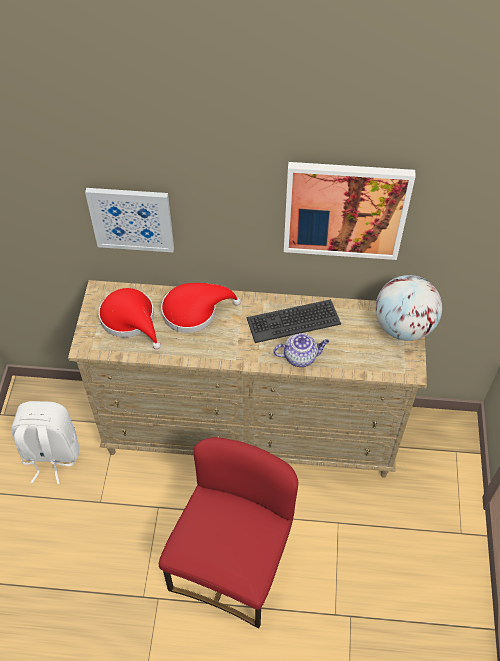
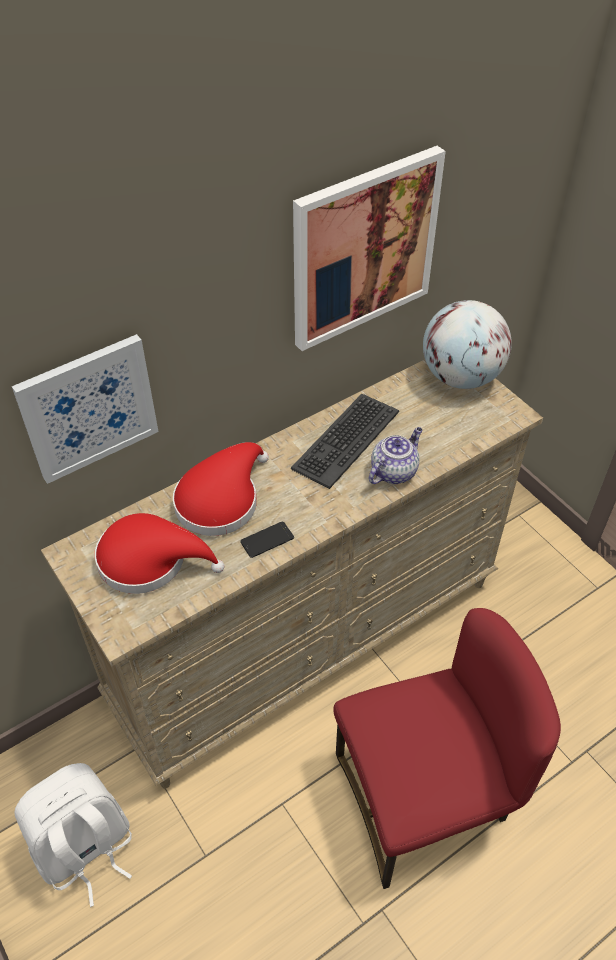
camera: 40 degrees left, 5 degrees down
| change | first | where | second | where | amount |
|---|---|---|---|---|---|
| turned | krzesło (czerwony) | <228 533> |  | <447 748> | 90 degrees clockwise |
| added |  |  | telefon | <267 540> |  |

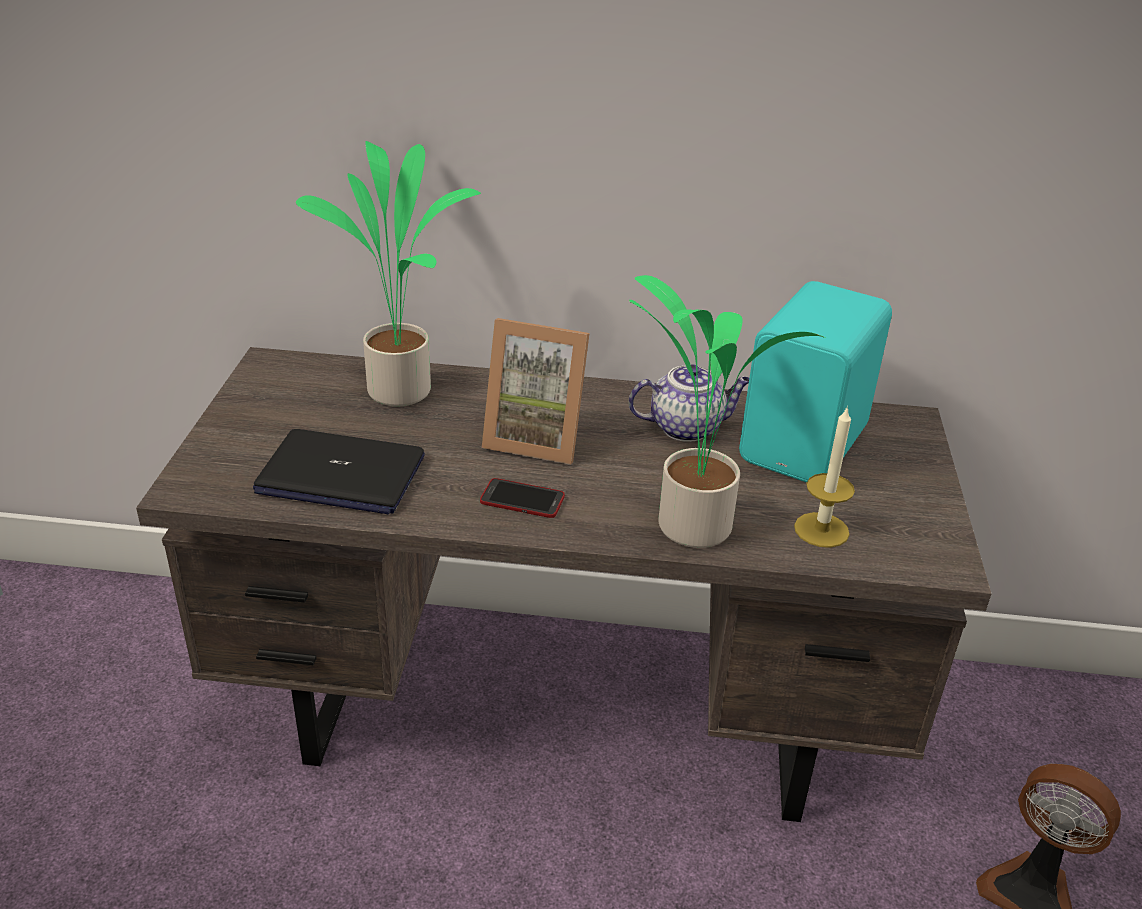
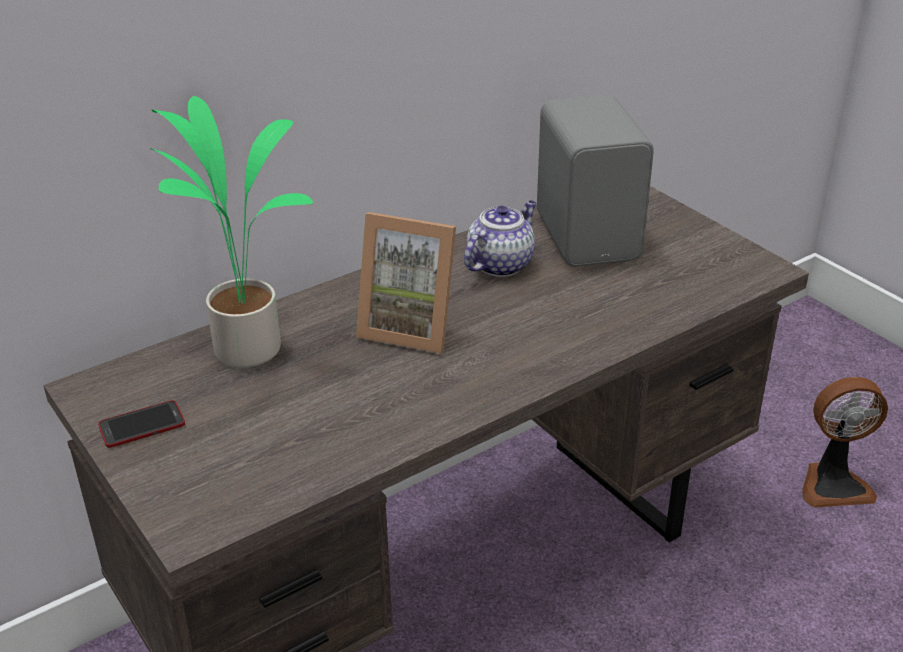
camera: 40 degrees left, 0 degrees up
| change | first | where | second | where | amount |
|---|---|---|---|---|---|
| removed | laptop | <339 472> |  |  |  |
| moved | telefon | <522 498> |  | <141 424> |  |
| turned | ramka na zdjęcie | <535 391> |  | <406 283> | 45 degrees clockwise |
| removed | roślina doniczkowa | <727 411> |  |  |  |
| recoloured | głośnik (turkusowy) | <815 382> | głośnik (szary) | <595 181> |  |
| removed | świeca | <824 477> |  |  |  |

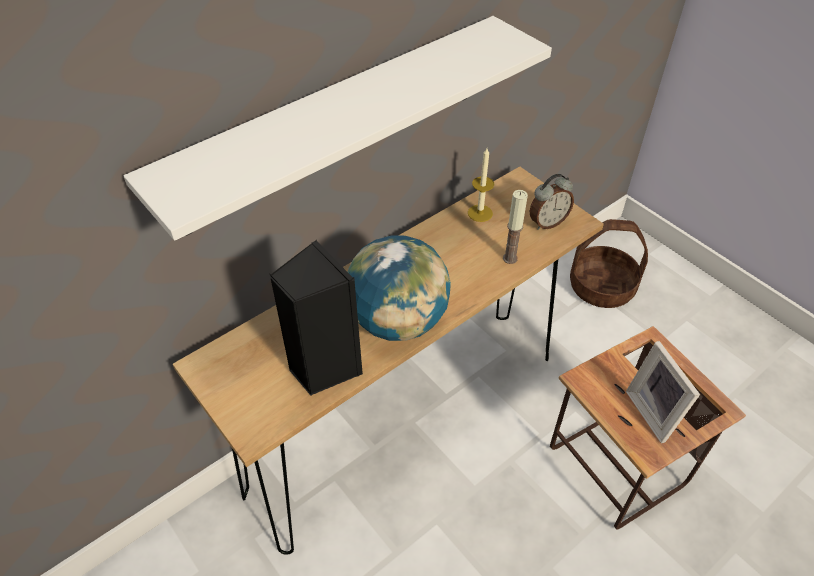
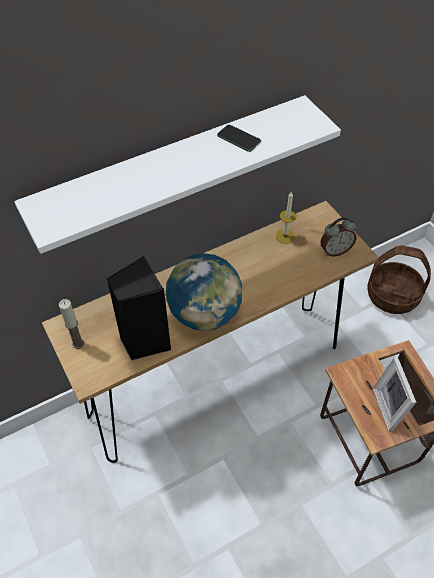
camera: 10 degrees right, 5 degrees up
| change | first | where | second | where | amount |
|---|---|---|---|---|---|
| moved | świeca | <515 227> |  | <71 324> |  |
| added |  |  | telefon | <239 138> |  |

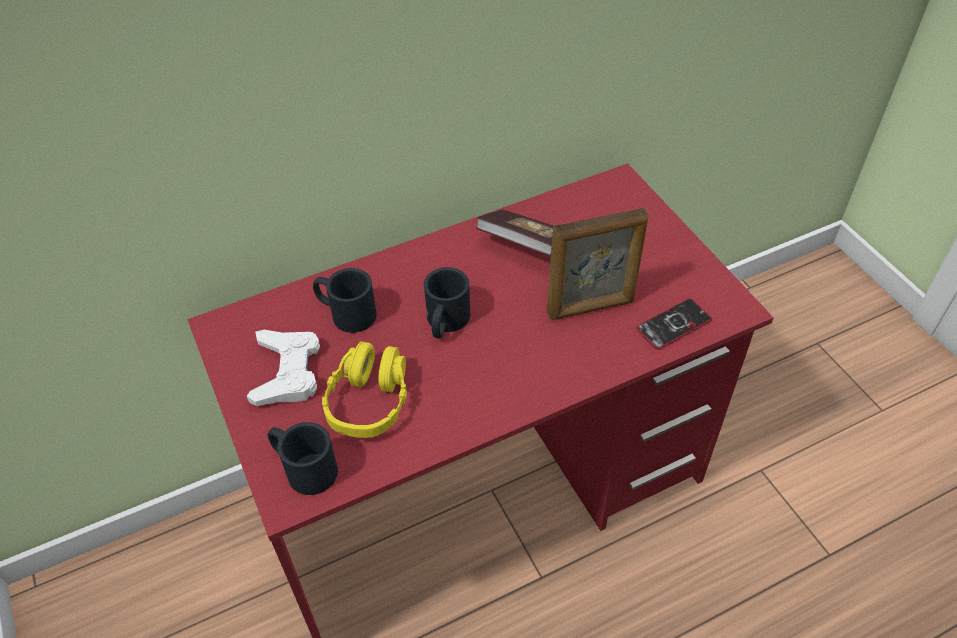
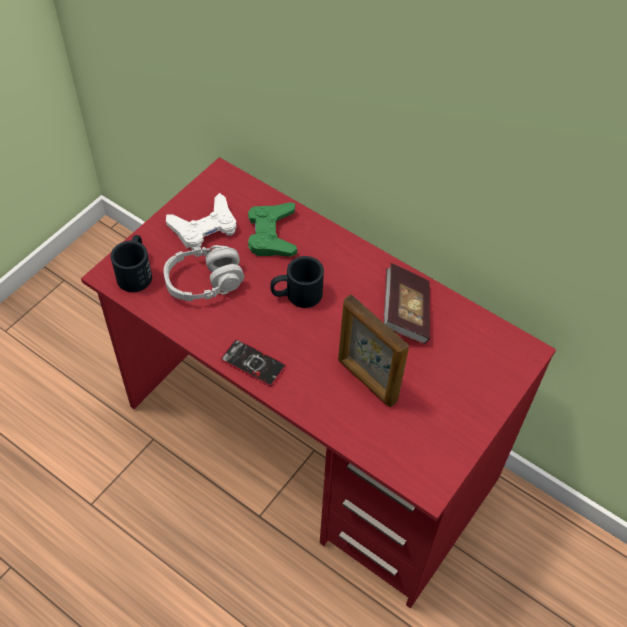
camera: 60 degrees right, 5 degrees up
| change | first | where | second | where | amount |
|---|---|---|---|---|---|
| replaced | kubek (czarny) | <345 300> | pad do gier (zielony) | <272 229> |  |
| recoloured | słuchawki (żółty) | <364 389> | słuchawki (szary) | <204 273> |  |
| moved | telefon | <674 324> |  | <253 363> |  |

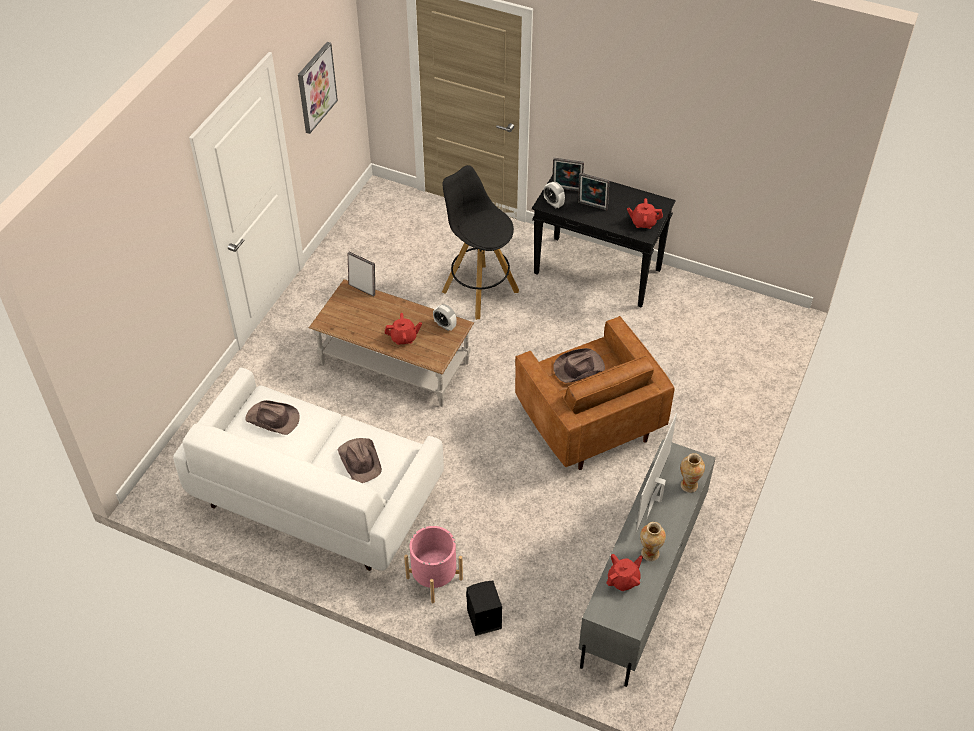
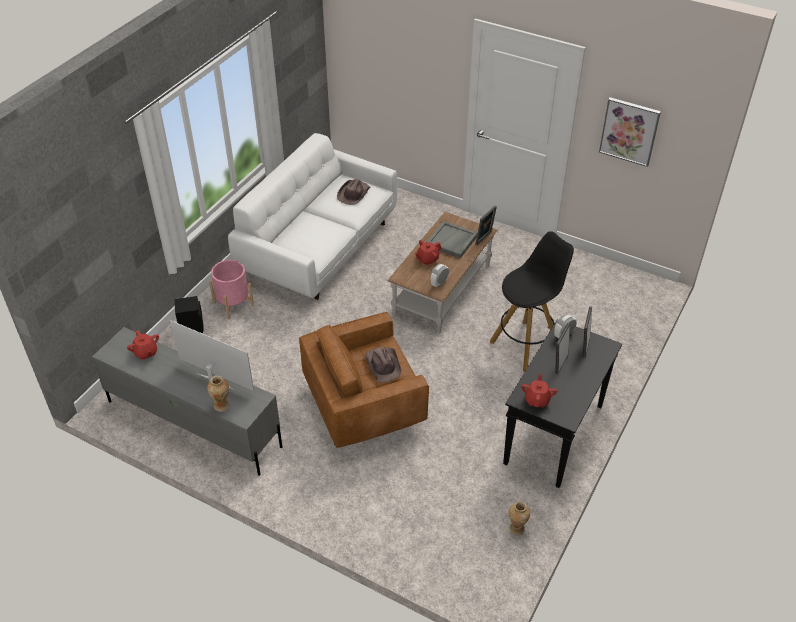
camera: 95 degrees right, 5 degrees down
| change | first | where | second | where | amount |
|---|---|---|---|---|---|
| removed | kapelusz (brązowy) | <359 460> |  |  |  |
| turned | imbryk (czerwony) | <403 329> |  | <428 252> | 60 degrees clockwise |
| moved | wazon | <653 541> |  | <519 518> |  |
| added |  |  | taca (szary) | <451 239> |  |

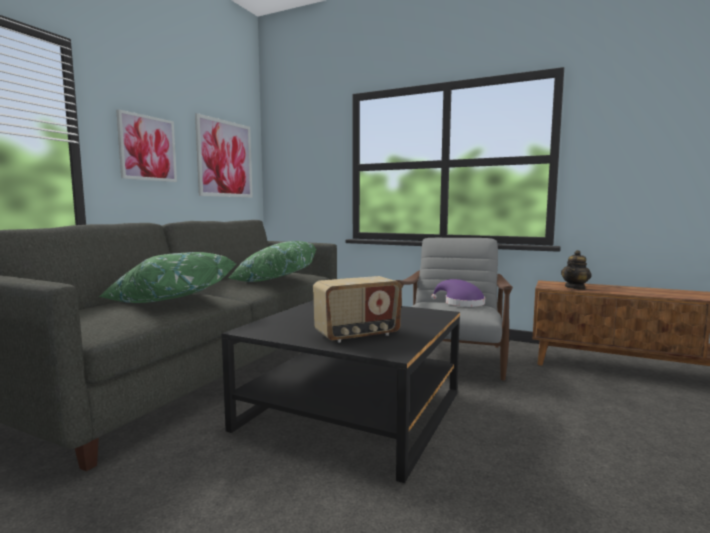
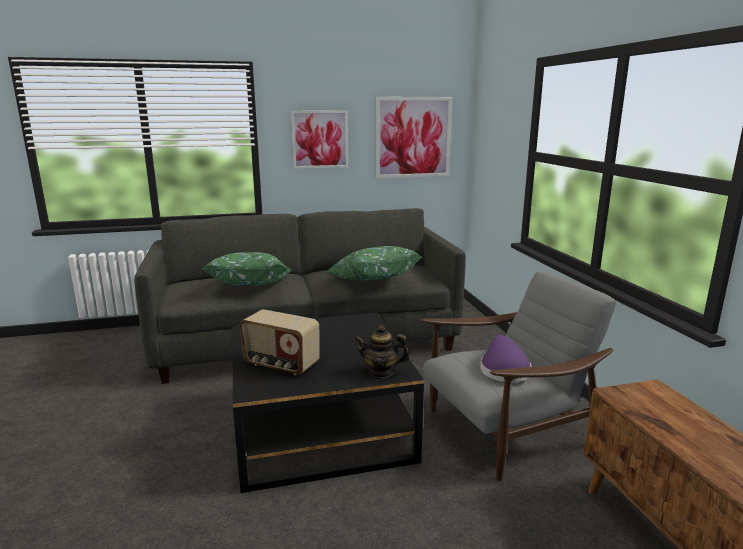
camera: 50 degrees right, 10 degrees up
| change | first | where | second | where | amount |
|---|---|---|---|---|---|
| moved | imbryk | <576 269> |  | <382 351> |  |

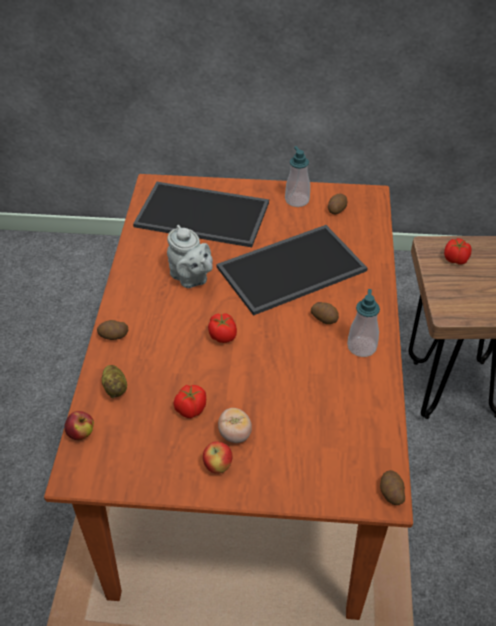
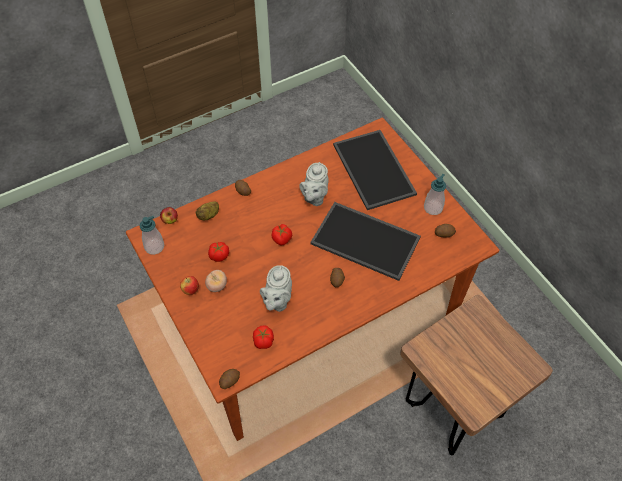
camera: 55 degrees right, 10 degrees up
| change | first | where | second | where | amount |
|---|---|---|---|---|---|
| moved | dozownik mydła | <363 323> |  | <151 235> |  |
| moved | pomidor | <458 251> |  | <263 337> |  |
| added |  |  | imbryk (szary) | <276 288> |  |

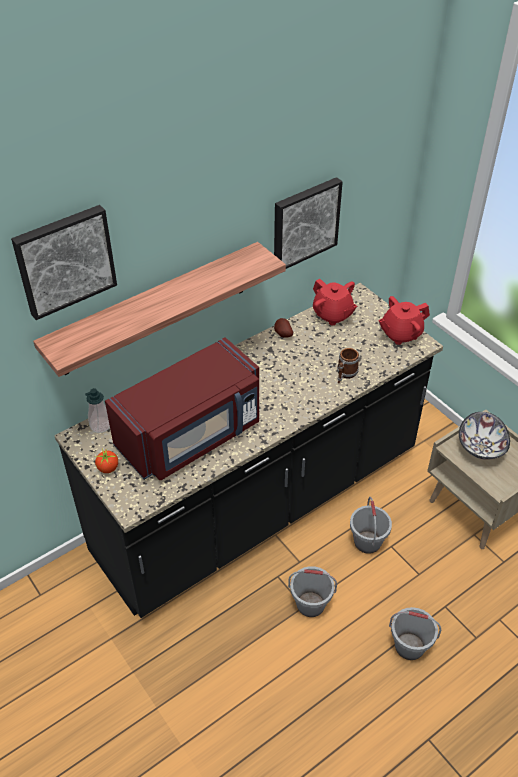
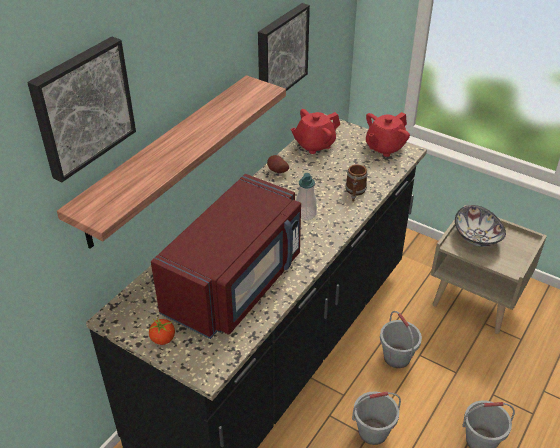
camera: 20 degrees left, 5 degrees down
| change | first | where | second | where | amount |
|---|---|---|---|---|---|
| moved | dozownik mydła | <97 410> |  | <306 196> |  |
| turned | imbryk (czerwony) | <335 302> |  | <315 131> | 120 degrees clockwise |

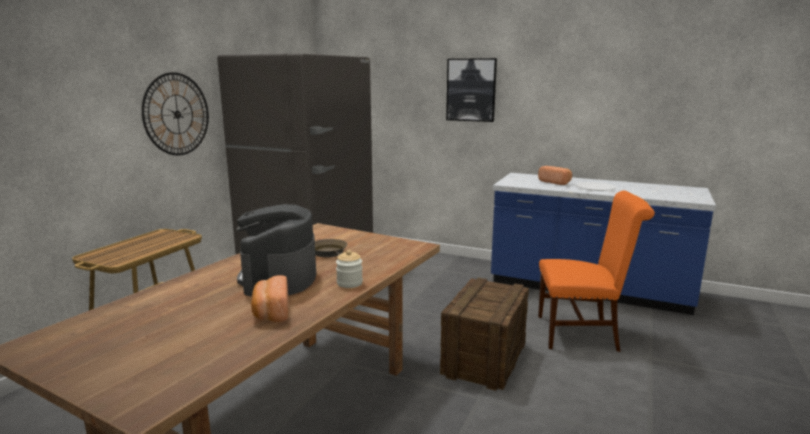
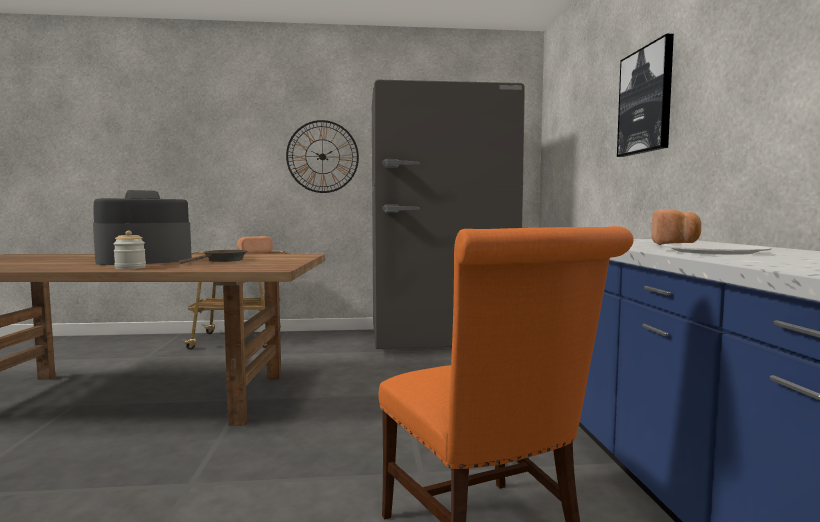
camera: 60 degrees right, 10 degrees down
| change | first | where | second | where | amount |
|---|---|---|---|---|---|
| moved | chleb | <269 298> |  | <255 245> |  |
| removed | skrzynka | <484 334> |  |  |  |

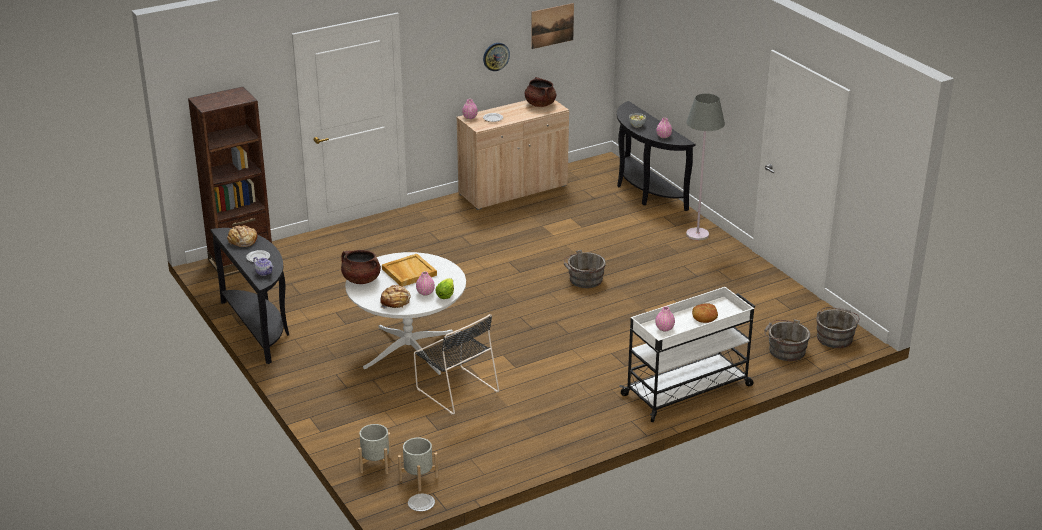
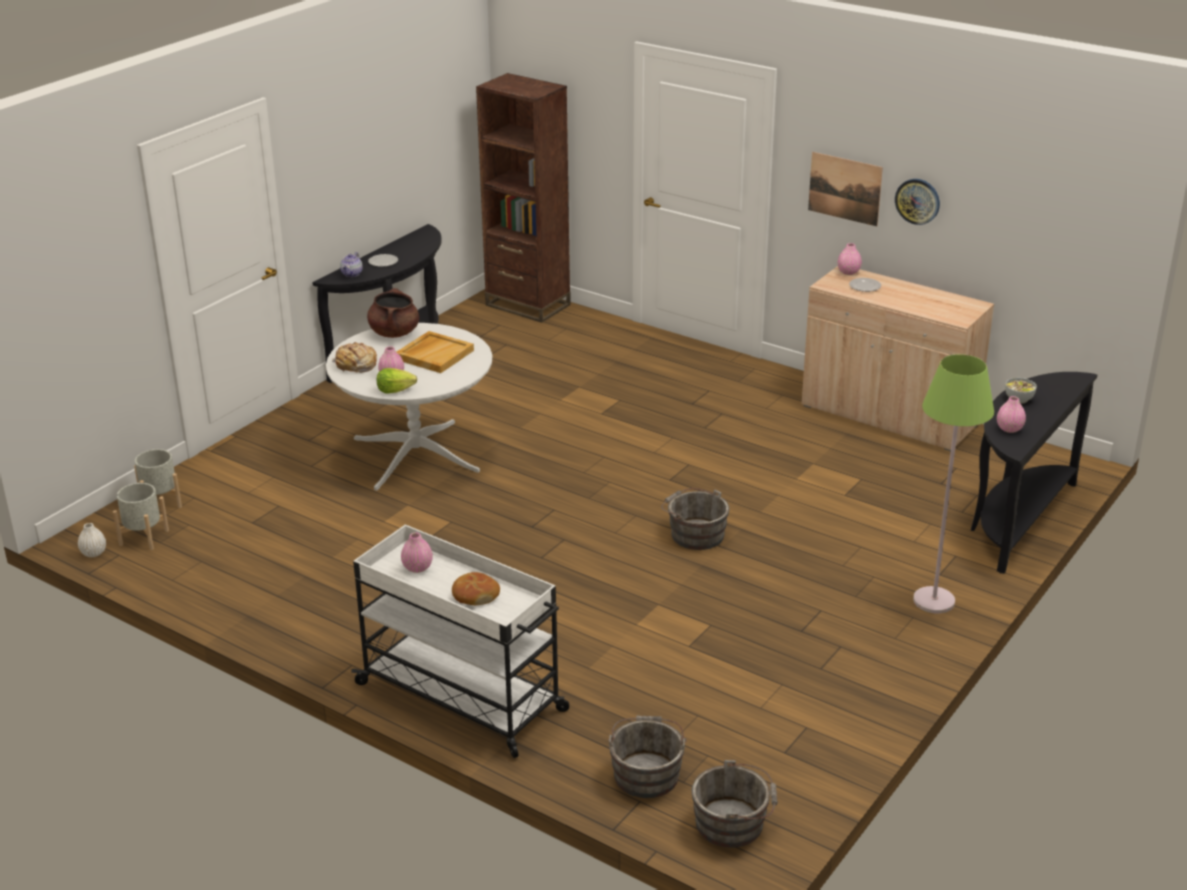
camera: 65 degrees right, 0 degrees up
| change | first | where | second | where | amount |
|---|---|---|---|---|---|
| removed | chleb | <242 236> |  |  |  |
| replaced | talerz | <421 502> | wazon (biały) | <92 540> |  |
| removed | krzesło (czarny) | <456 364> |  |  |  |
| removed | garnek (brązowy) | <540 92> |  |  |  |
| moved | obraz | <552 26> |  | <845 189> |  |
| recoloured | lampa stojąca (szary) | <705 166> | lampa stojąca (zielony) | <953 484> |  |

